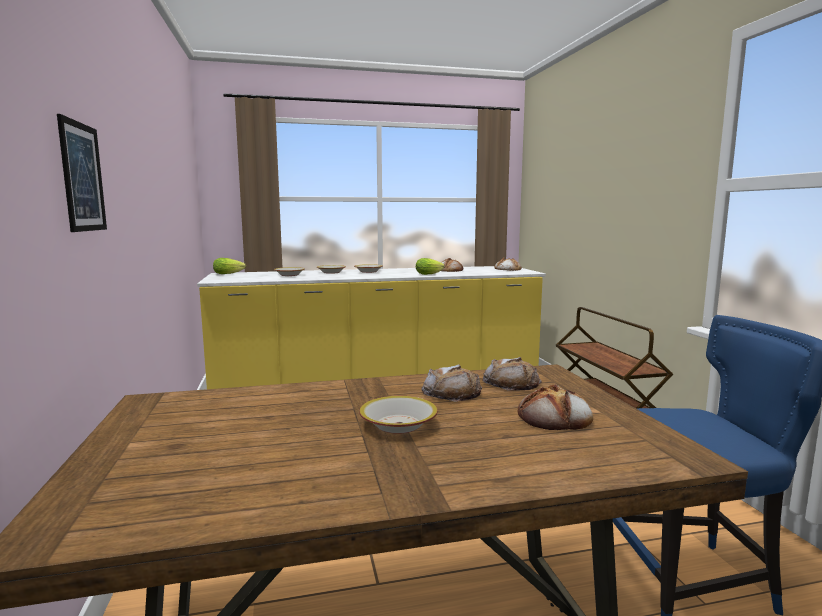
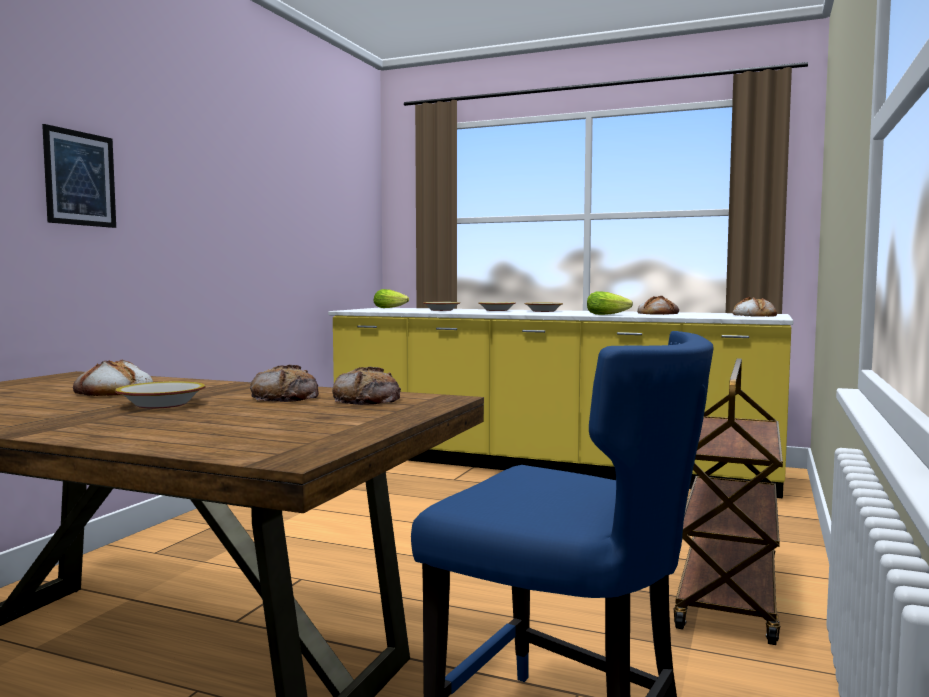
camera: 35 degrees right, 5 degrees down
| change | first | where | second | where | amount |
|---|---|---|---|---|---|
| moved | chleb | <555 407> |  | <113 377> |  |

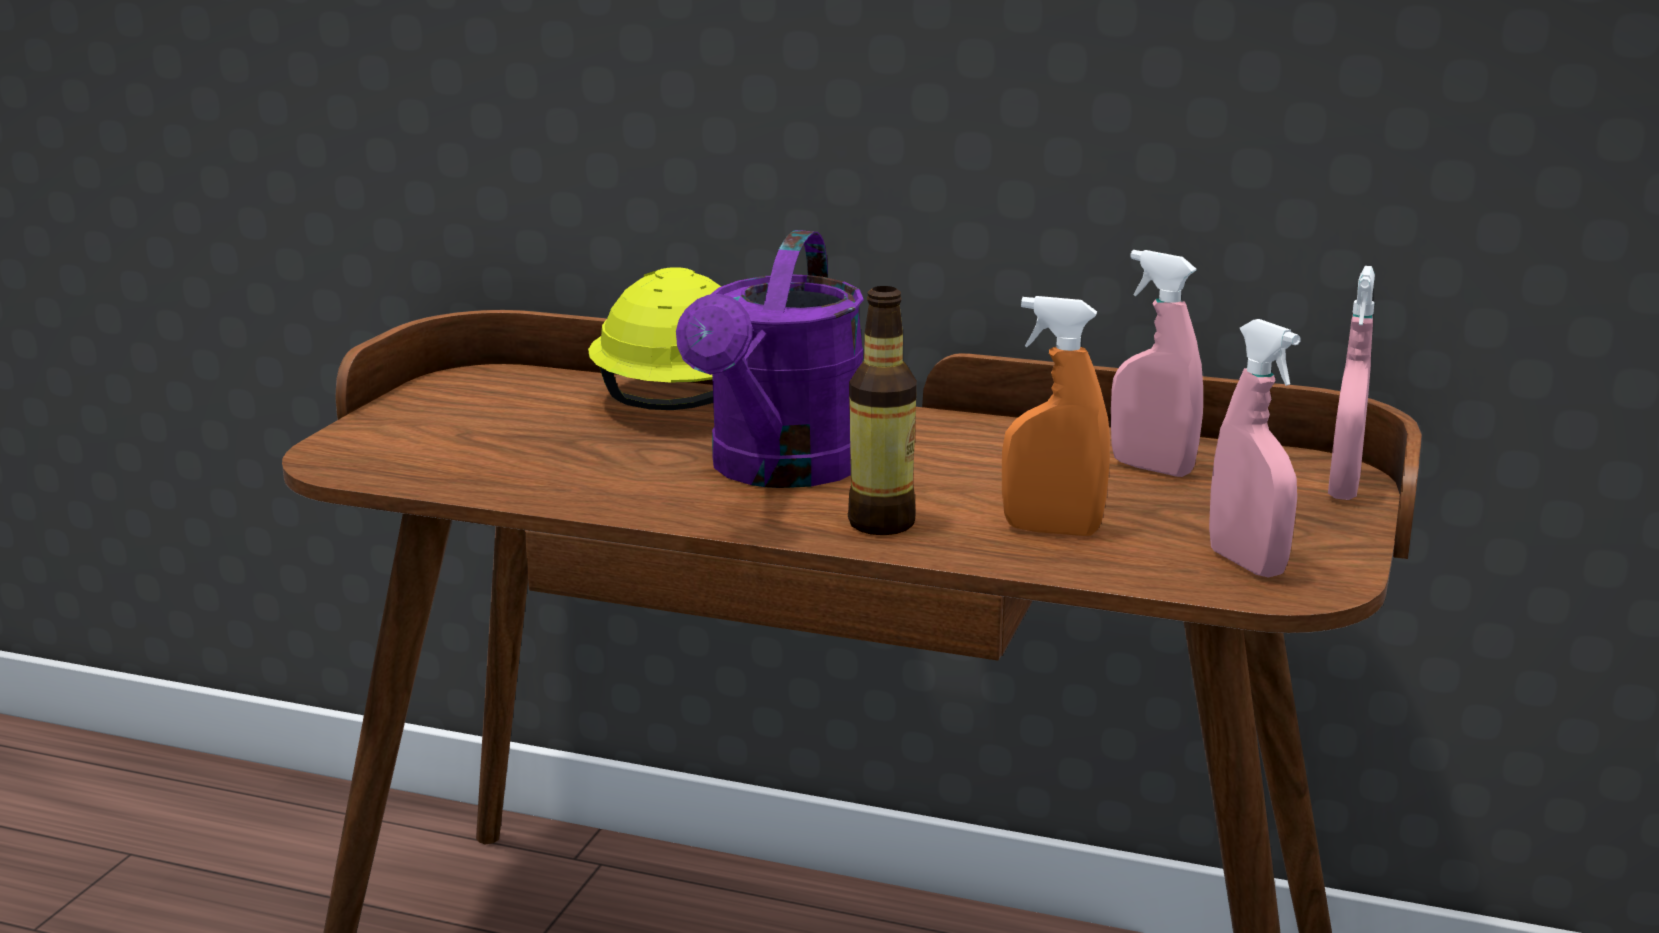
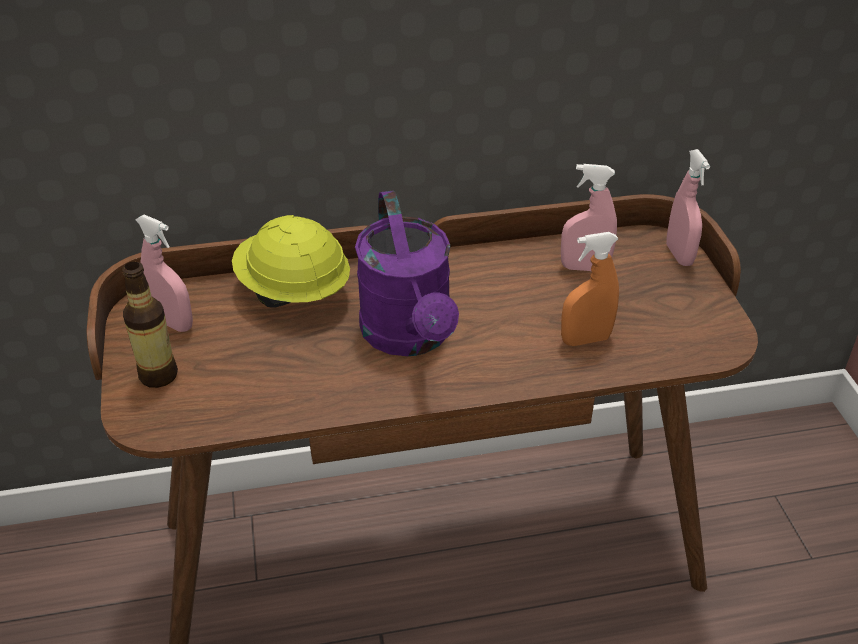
camera: 30 degrees left, 20 degrees up
| change | first | where | second | where | amount |
|---|---|---|---|---|---|
| moved | butelka | <882 410> |  | <150 325> |  |
| moved | spryskiwacz (różowy) | <1255 448> |  | <164 273> |  |

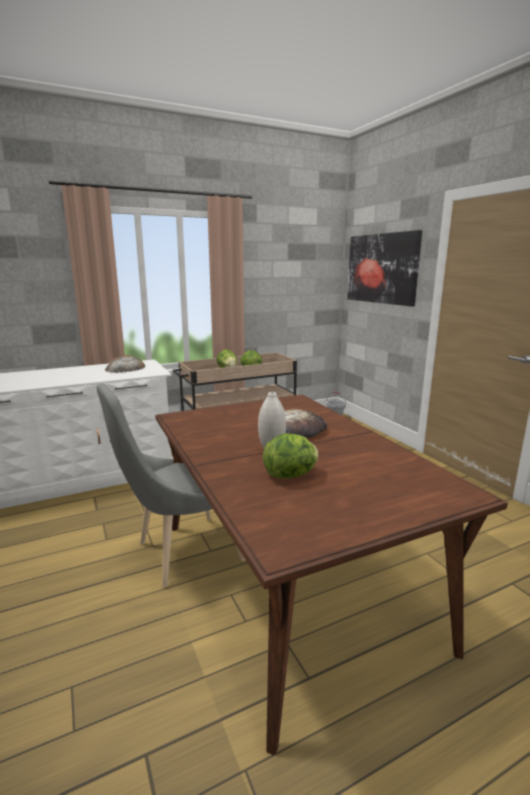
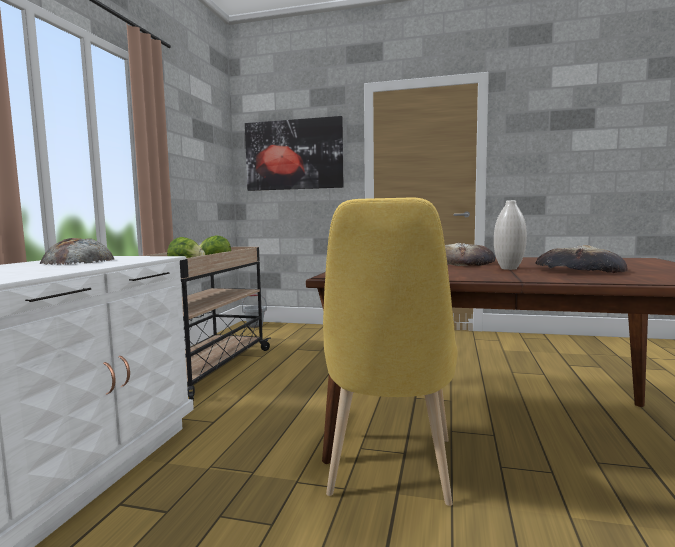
camera: 50 degrees left, 10 degrees down
| change | first | where | second | where | amount |
|---|---|---|---|---|---|
| recoloured | krzesło (szary) | <171 486> | krzesło (żółty) | <390 352> |  |
| replaced | sałata | <291 455> | chleb | <581 259> |  |

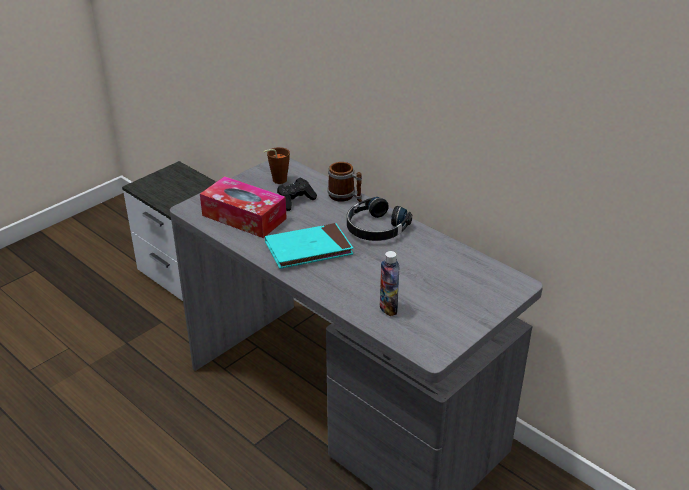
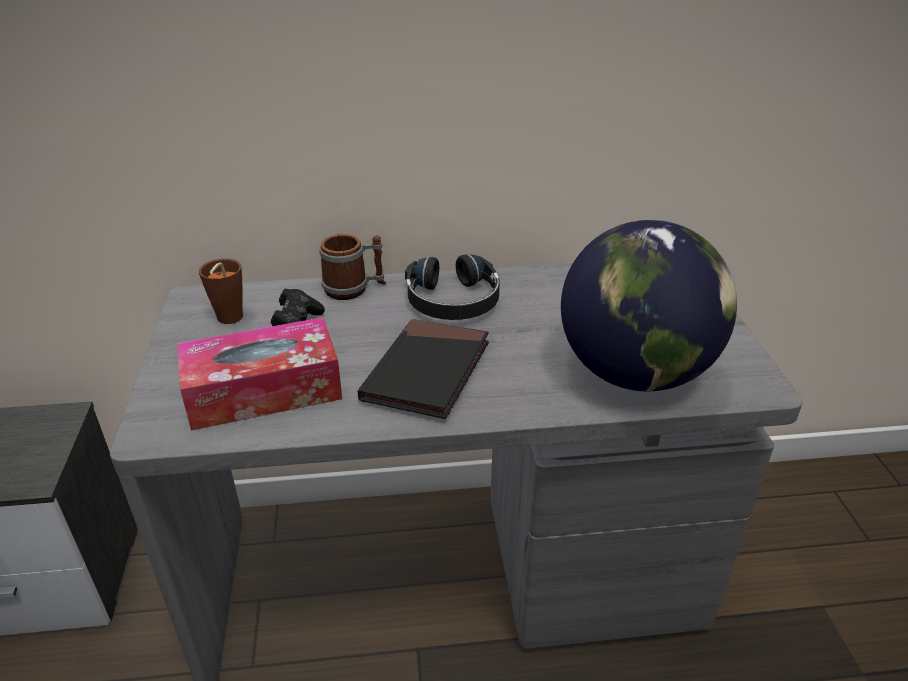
camera: 50 degrees left, 0 degrees up
| change | first | where | second | where | amount |
|---|---|---|---|---|---|
| recoloured | książka (turkusowy) | <309 246> | książka (czarny) | <423 369> |  |
| replaced | butelka | <389 283> | globus | <649 305> |  |

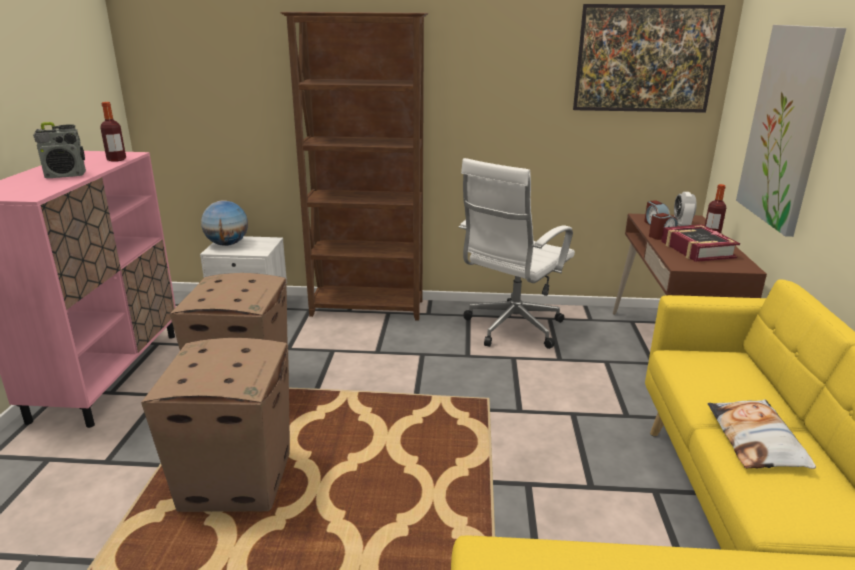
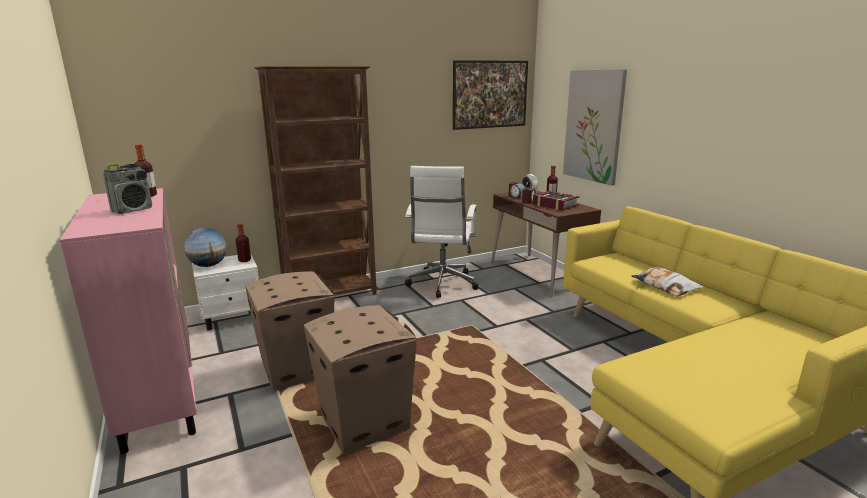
camera: 30 degrees left, 5 degrees down
| change | first | where | second | where | amount |
|---|---|---|---|---|---|
| added |  |  | butelka | <243 243> |  |

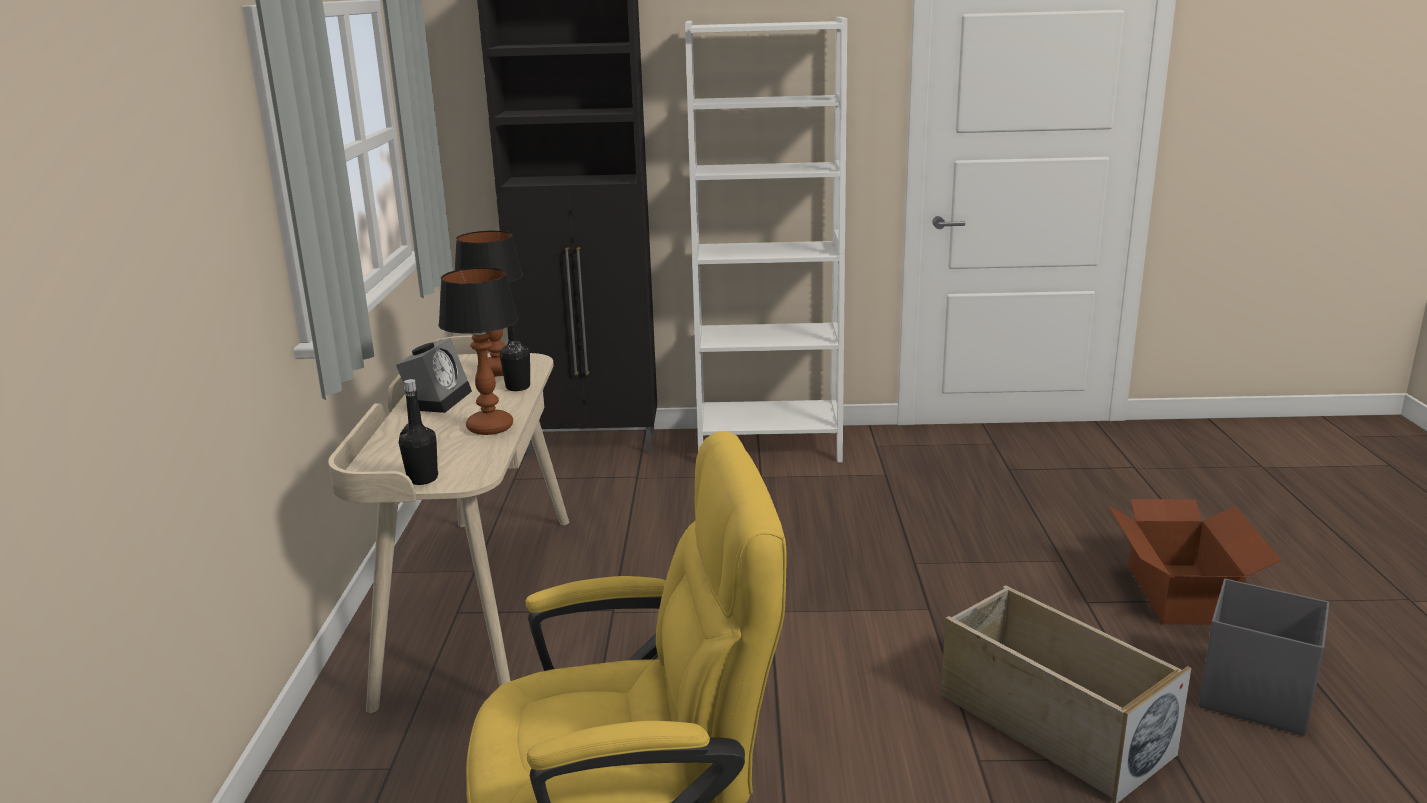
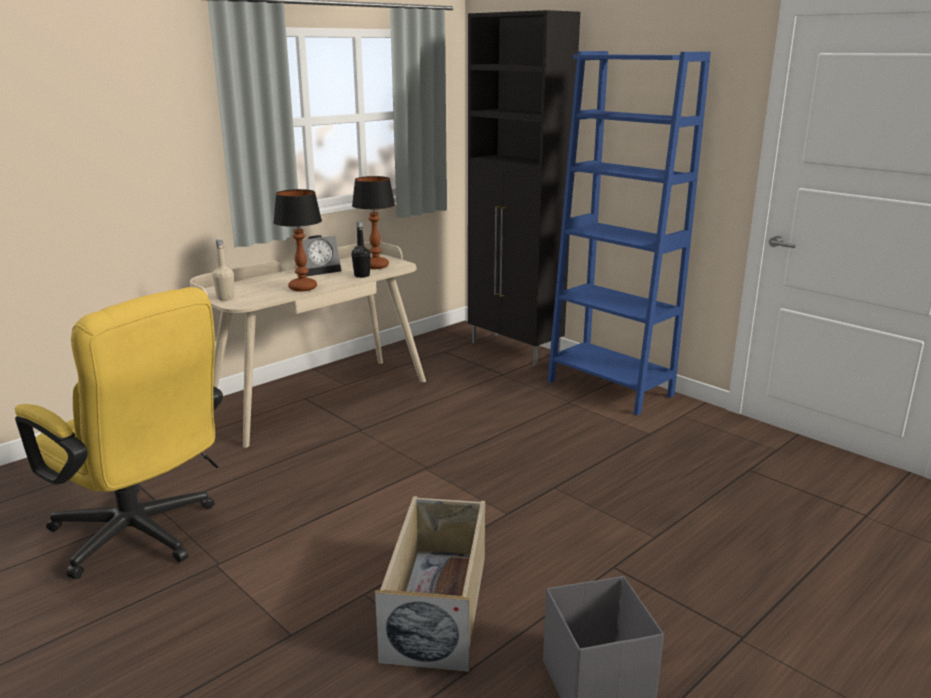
camera: 45 degrees right, 0 degrees up
| change | first | where | second | where | amount |
|---|---|---|---|---|---|
| recoloured | butelka (czarny) | <418 432> | butelka (beżowy) | <223 270> |  |
| recoloured | regał (biały) | <766 239> | regał (niebieski) | <629 233> |  |
| removed | karton | <1195 562> |  |  |  |

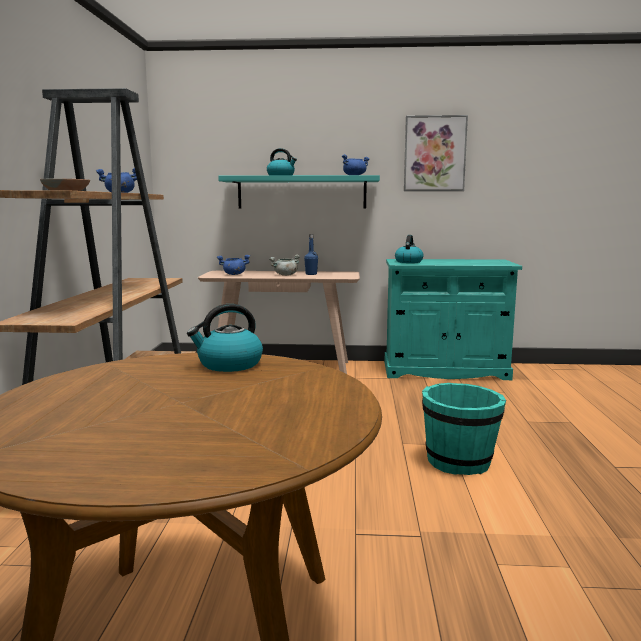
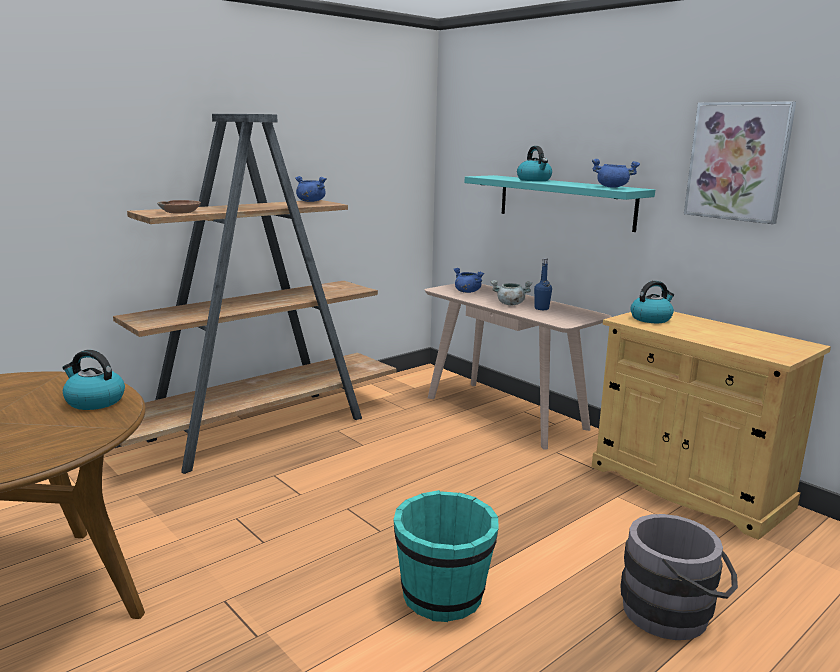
camera: 45 degrees right, 5 degrees up
| change | first | where | second | where | amount |
|---|---|---|---|---|---|
| recoloured | szafka (turkusowy) | <453 319> | szafka (beżowy) | <711 426> |  |
| added |  |  | wiadro (szary) | <679 577> |  |

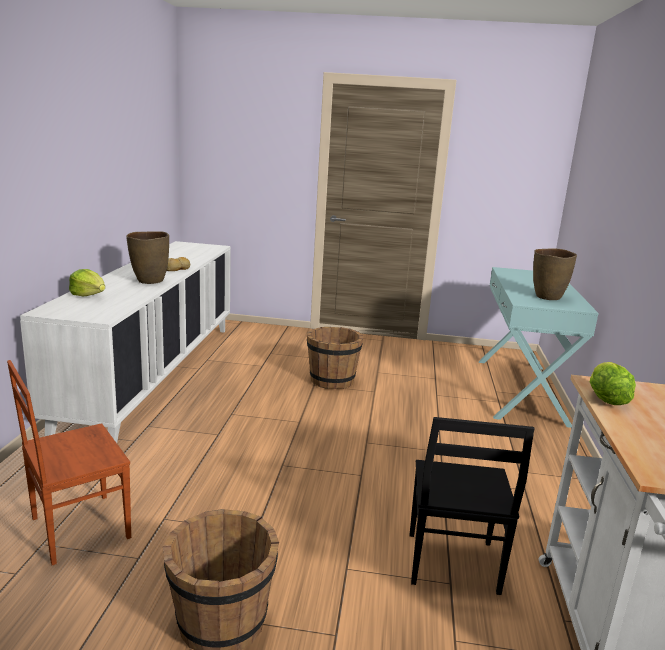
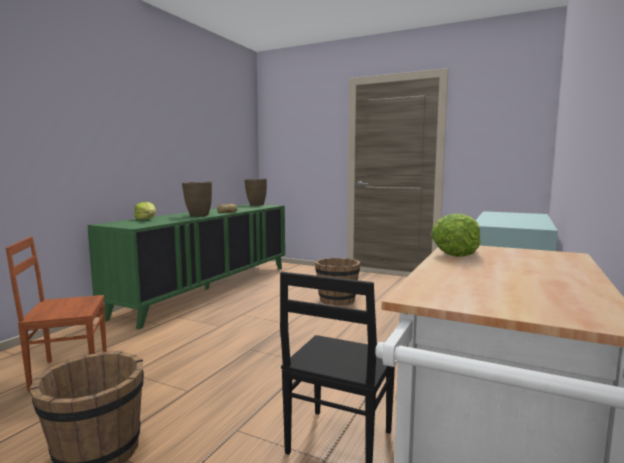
camera: 20 degrees right, 10 degrees down
| change | first | where | second | where | amount |
|---|---|---|---|---|---|
| recoloured | szafka (biały) | <125 342> | szafka (zielony) | <186 266> |  |
| moved | wazon (brązowy) | <555 274> |  | <255 192> |  |

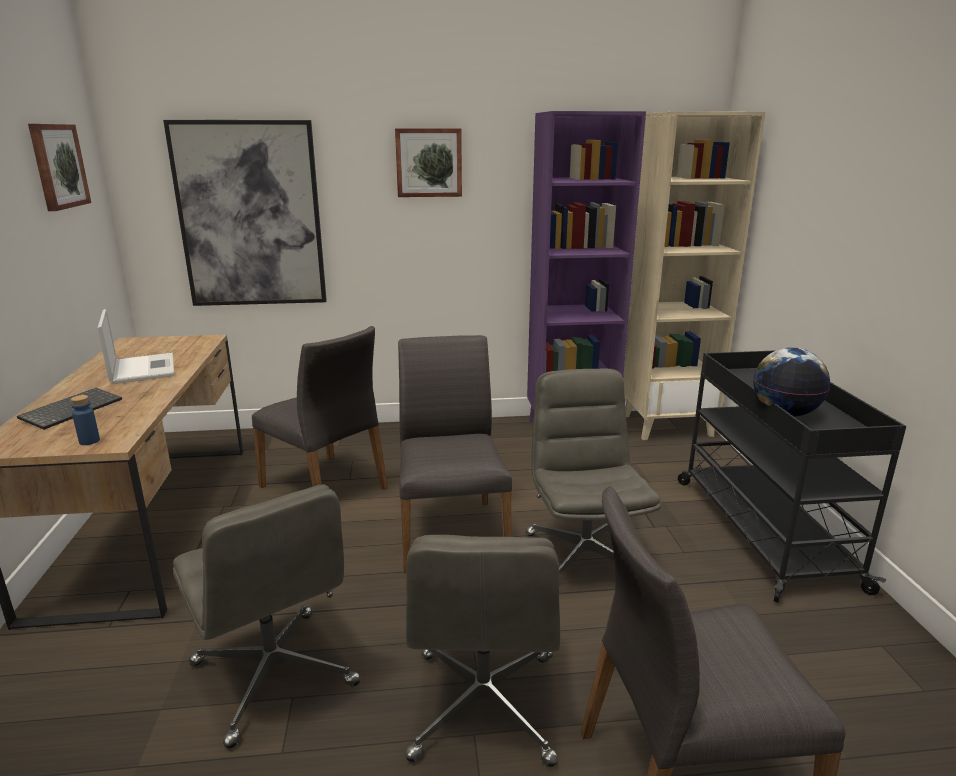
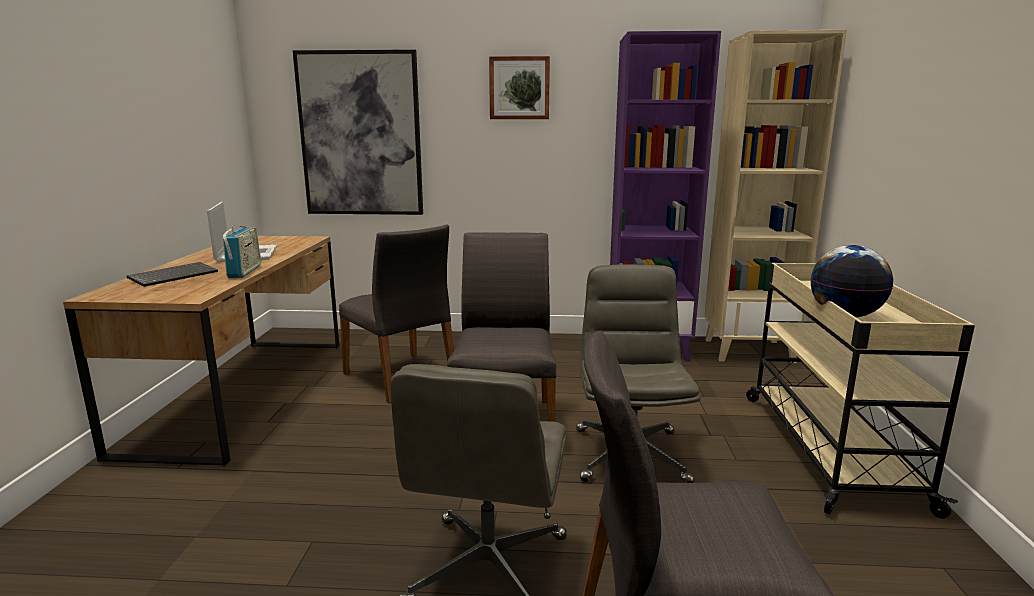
camera: 10 degrees right, 5 degrees down
| change | first | where | second | where | amount |
|---|---|---|---|---|---|
| removed | obraz | <59 167> |  |  |  |
| removed | butelka (niebieski) | <85 420> |  |  |  |
| removed | krzesło biurowe (szary) | <266 617> |  |  |  |
| recoloured | wózek (czarny) | <792 476> | wózek (beżowy) | <860 391> |  |
| added |  |  | radio | <242 251> |  |

